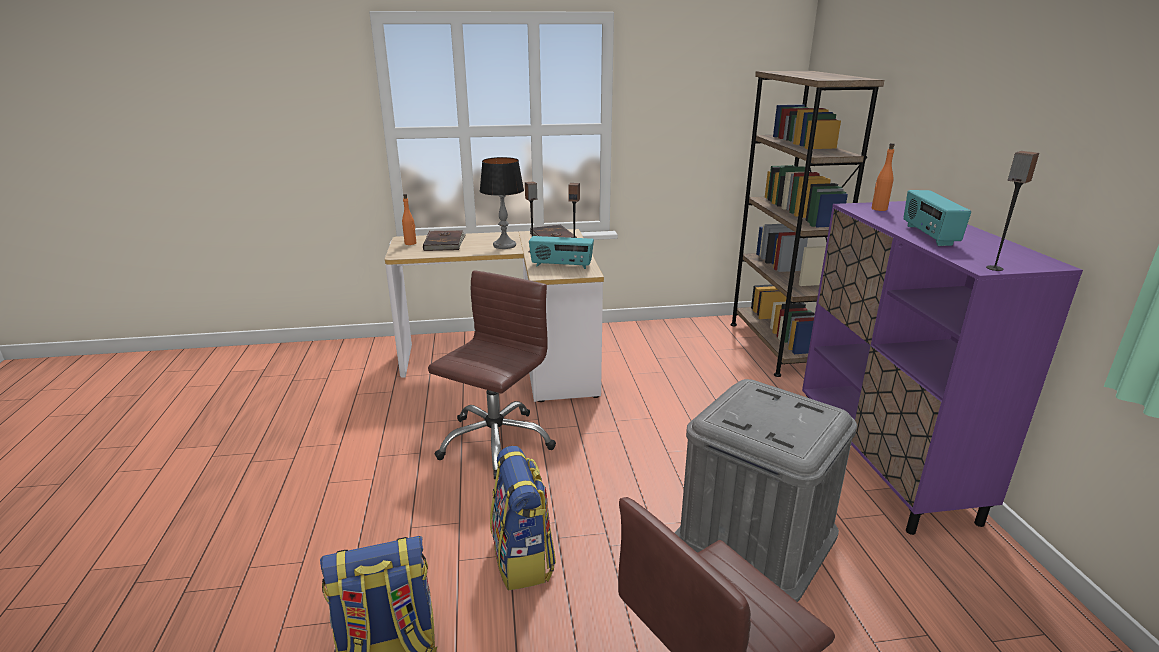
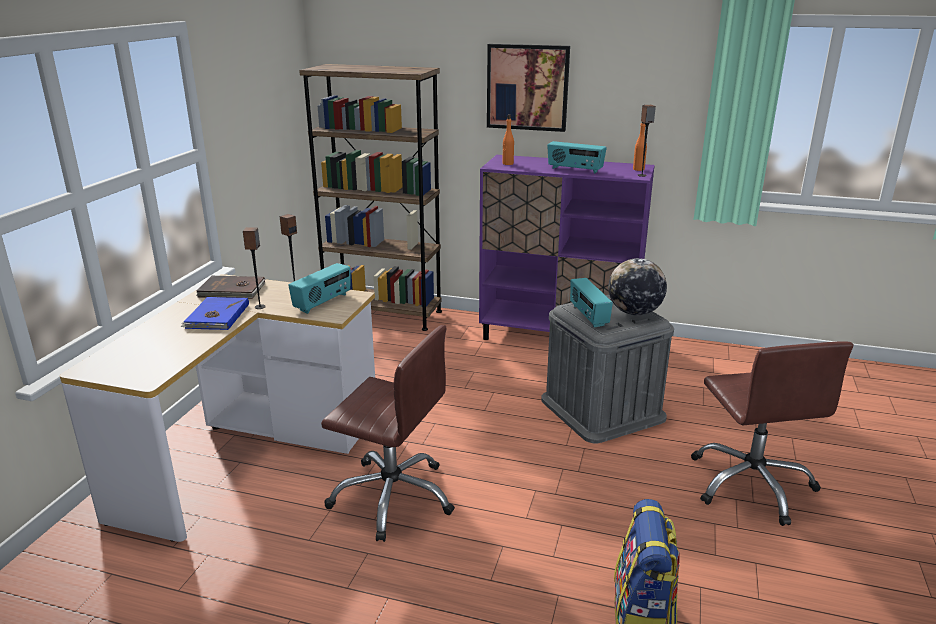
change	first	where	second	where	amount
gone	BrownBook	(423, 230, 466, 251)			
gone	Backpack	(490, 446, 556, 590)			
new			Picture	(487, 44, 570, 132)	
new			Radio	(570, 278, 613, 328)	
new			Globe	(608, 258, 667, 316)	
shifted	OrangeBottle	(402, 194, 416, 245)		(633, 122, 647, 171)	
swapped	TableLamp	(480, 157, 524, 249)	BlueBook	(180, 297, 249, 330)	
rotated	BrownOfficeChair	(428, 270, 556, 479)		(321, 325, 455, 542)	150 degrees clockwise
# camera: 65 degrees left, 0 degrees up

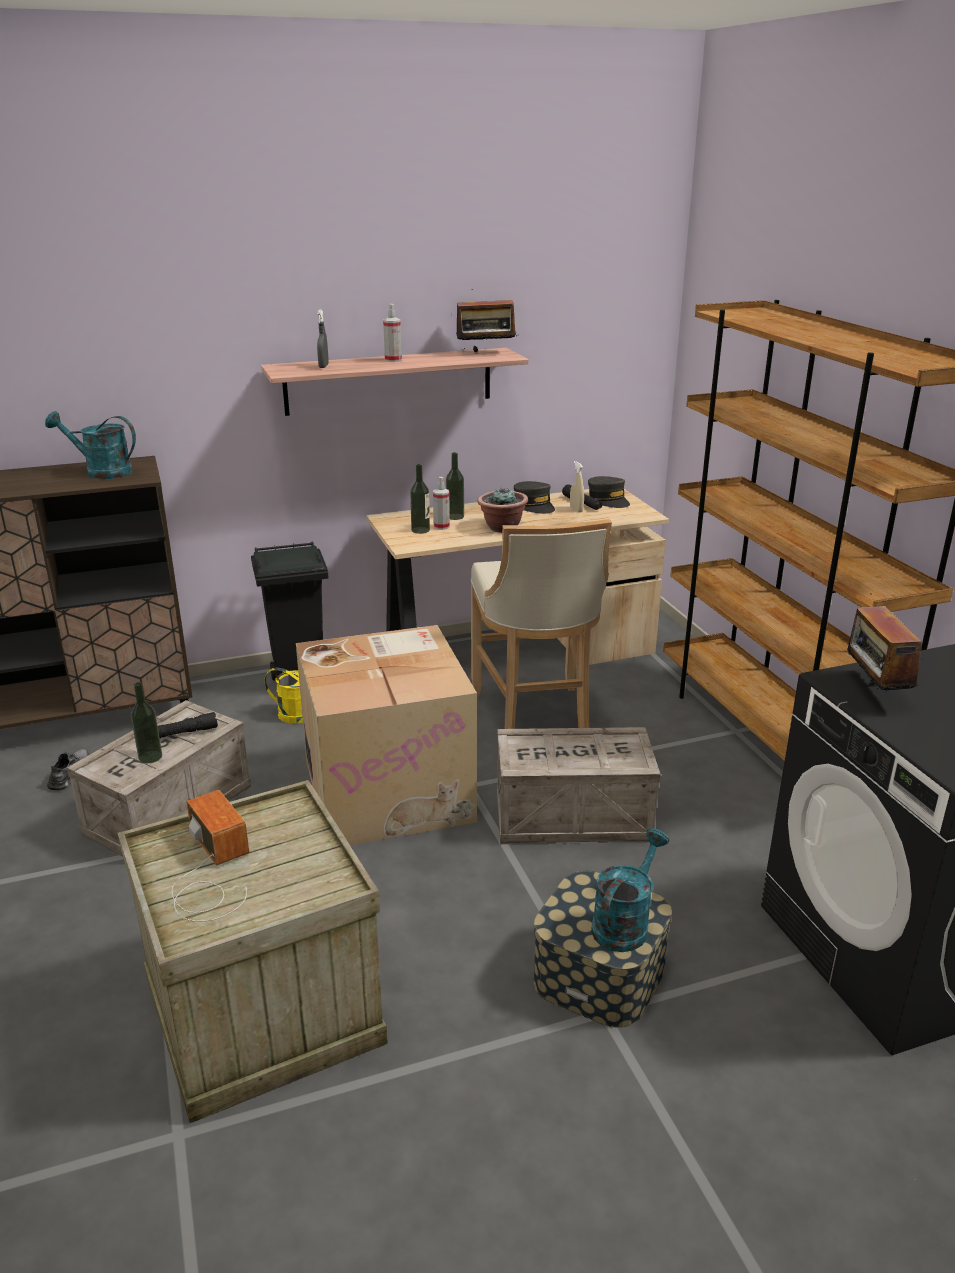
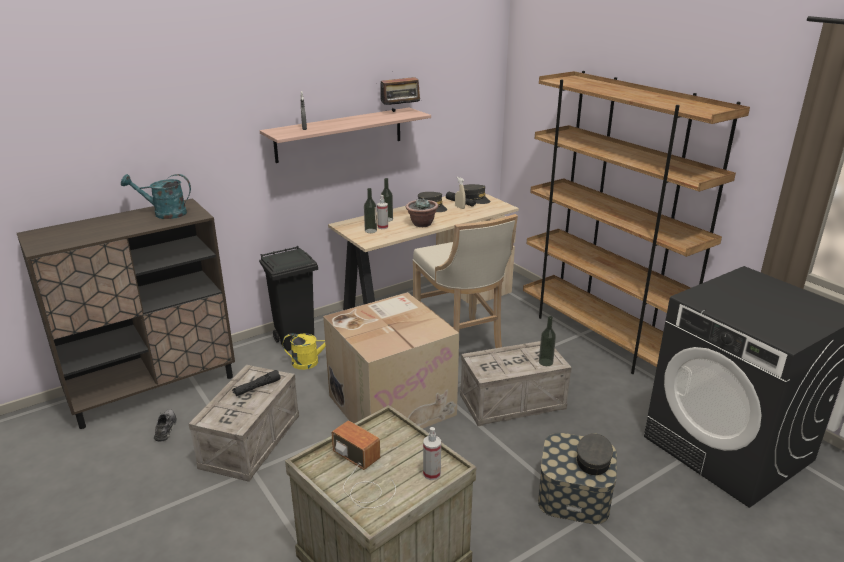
change	first	where	second	where	amount
gone	Radio	(847, 594, 924, 693)			
shifted	Bottle	(131, 682, 162, 763)		(539, 316, 556, 366)	
shifted	SprayBottle	(383, 304, 402, 362)		(423, 427, 441, 480)	
swapped	TurquoiseWateringCan	(591, 828, 669, 952)	GreyCap	(576, 433, 613, 475)	
# camera: 15 degrees left, 0 degrees up

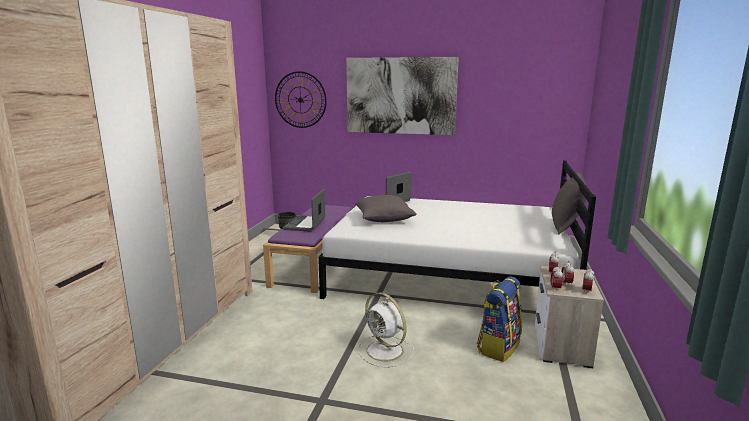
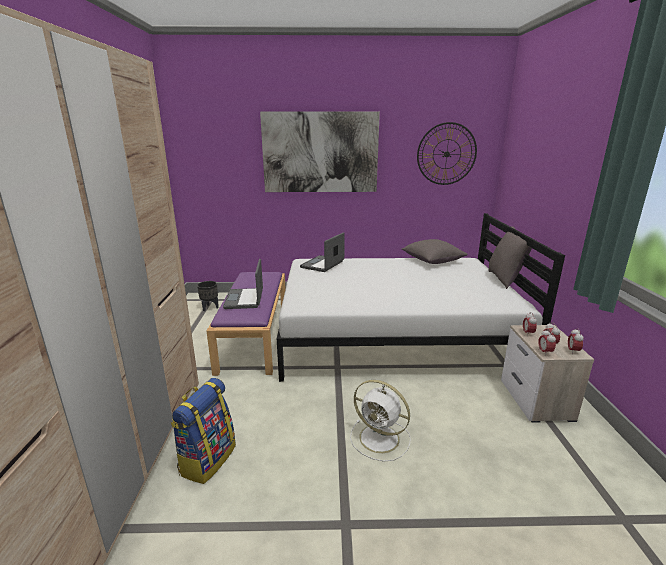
change	first	where	second	where	amount
shifted	WallClock	(275, 71, 327, 128)		(417, 122, 477, 185)	
shifted	GreyPillow	(355, 195, 417, 222)		(401, 239, 468, 264)	
shifted	Backpack	(477, 276, 522, 362)		(171, 378, 236, 484)	
# camera: 15 degrees left, 5 degrees up

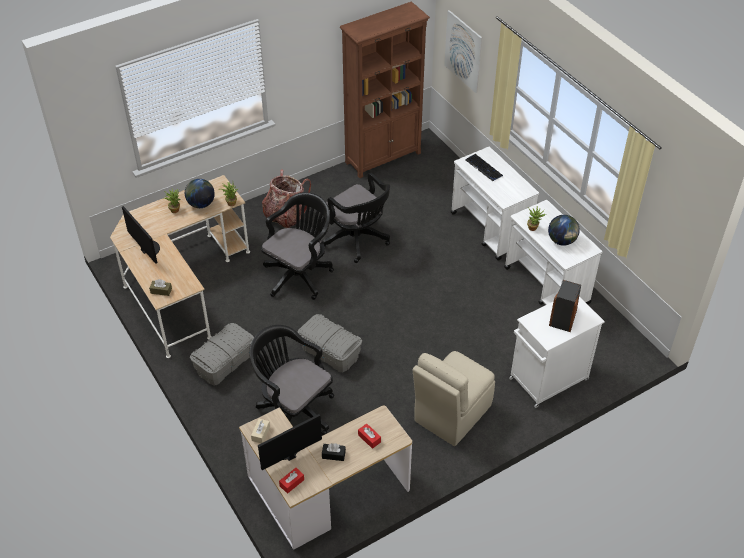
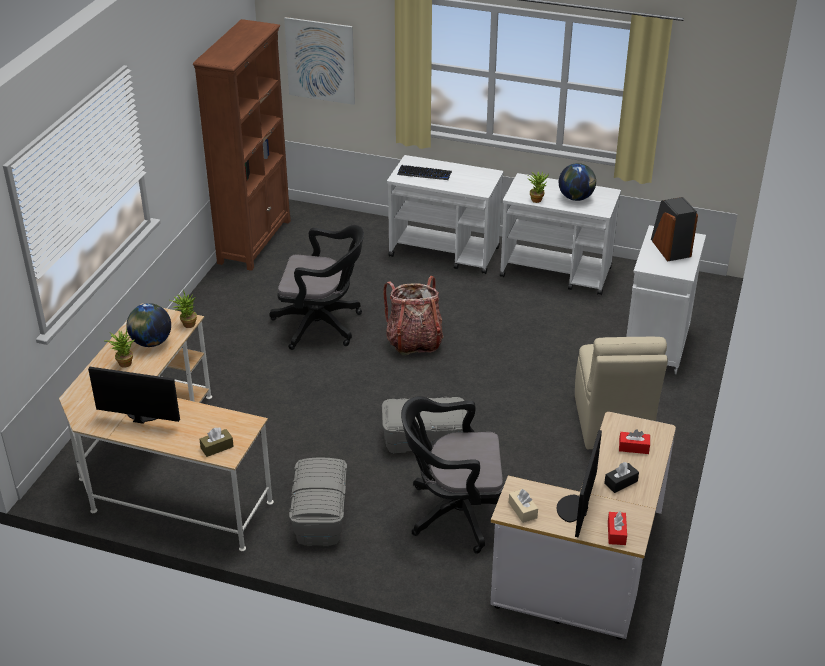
change	first	where	second	where	amount
gone	BlackOfficeChair	(261, 192, 334, 300)			
shifted	Backpack	(262, 169, 311, 228)		(383, 276, 444, 355)	
# camera: 40 degrees left, 10 degrees down

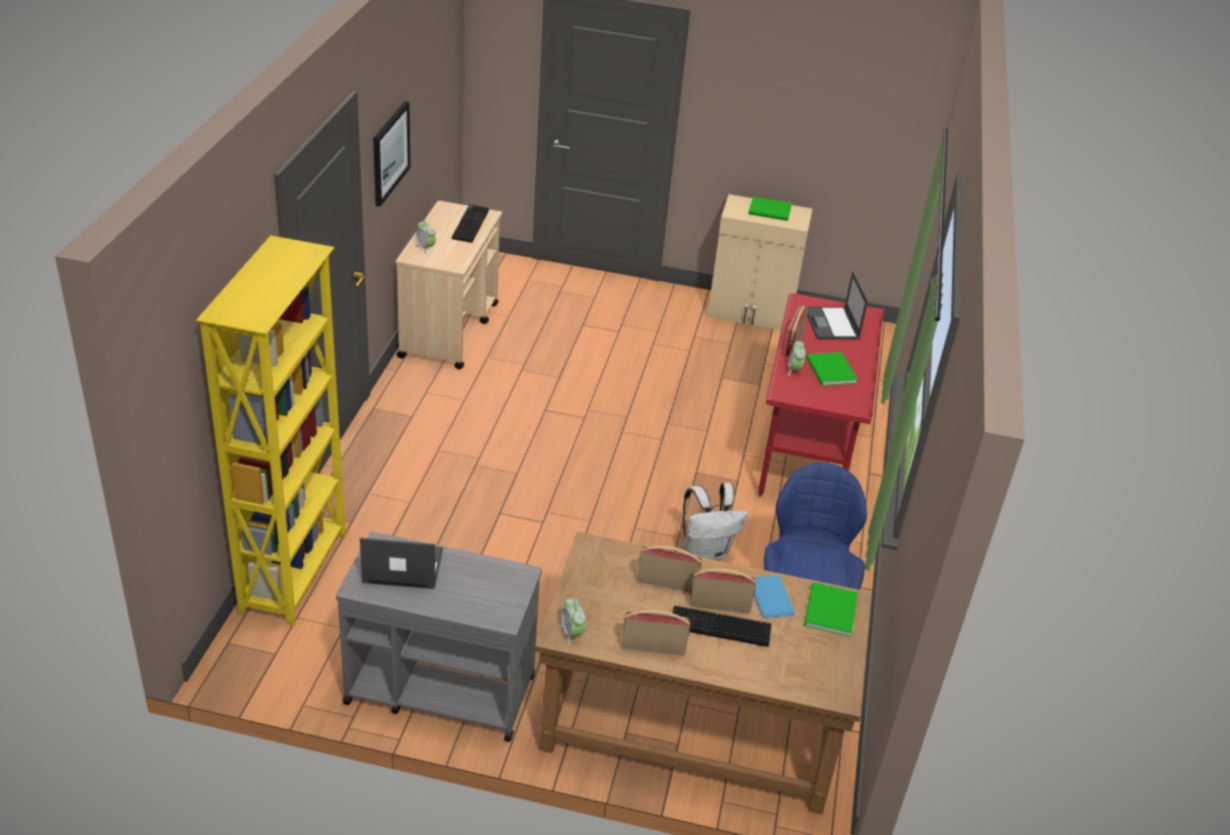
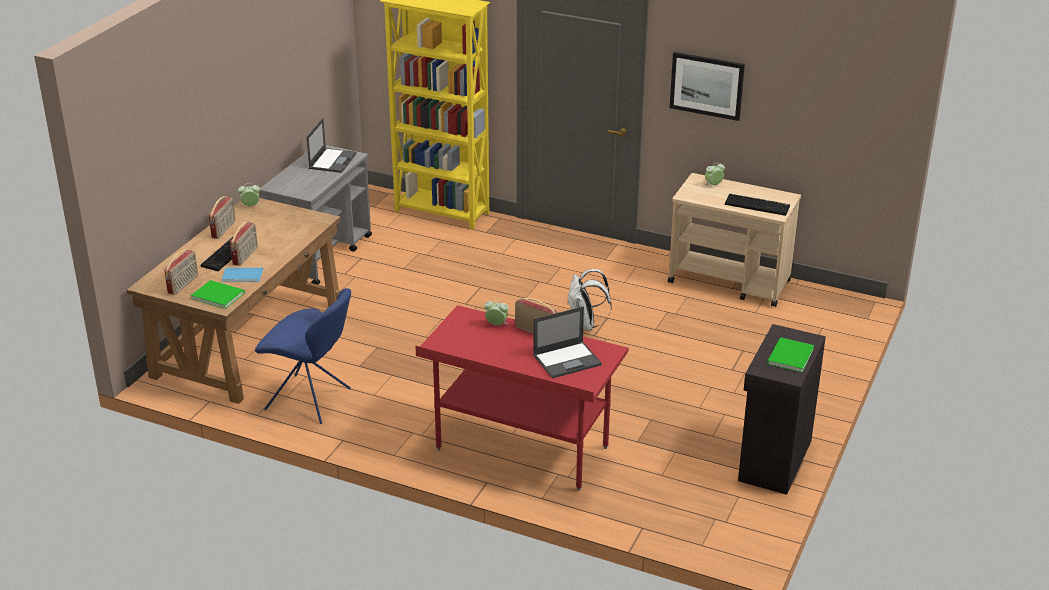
change	first	where	second	where	amount
gone	GreenBook	(806, 352, 858, 386)			
shifted	Radio	(638, 546, 702, 593)		(164, 249, 198, 295)	
shifted	WhiteBackpack	(683, 483, 748, 560)		(568, 269, 612, 331)	
repainted	BeigeCabinet	(707, 194, 812, 330)	BlackCabinet	(738, 324, 826, 495)	
rotated	Laptop	(807, 271, 868, 339)		(533, 306, 602, 379)	150 degrees clockwise
# camera: 105 degrees right, 5 degrees down

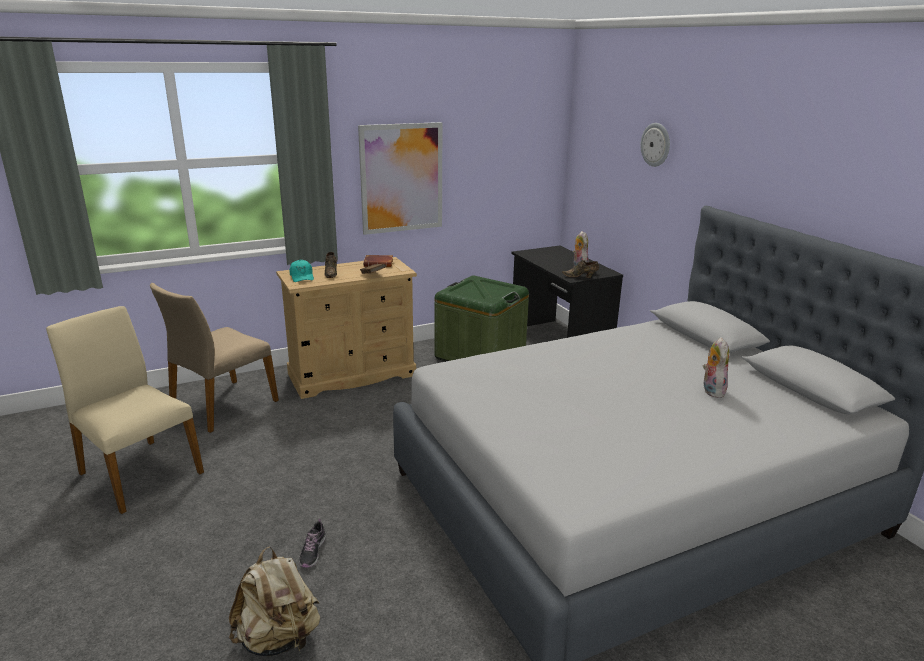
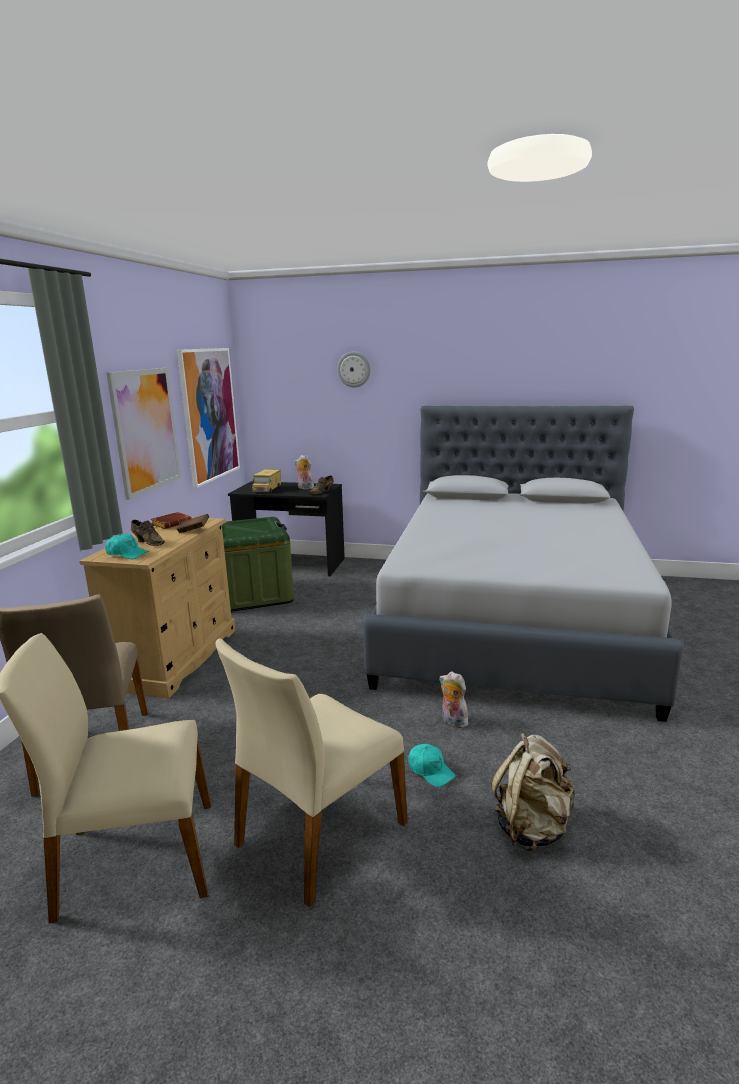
change	first	where	second	where	amount
new			Picture	(177, 348, 240, 488)	
new			BeigeChair	(215, 638, 408, 907)	
new			ToyTruck	(252, 469, 281, 493)	
shifted	PlushToy	(703, 337, 729, 398)		(440, 671, 472, 728)	
swapped	Shoe	(299, 519, 326, 568)	TurquoiseCap	(408, 744, 456, 787)	
# camera: 50 degrees left, 5 degrees down

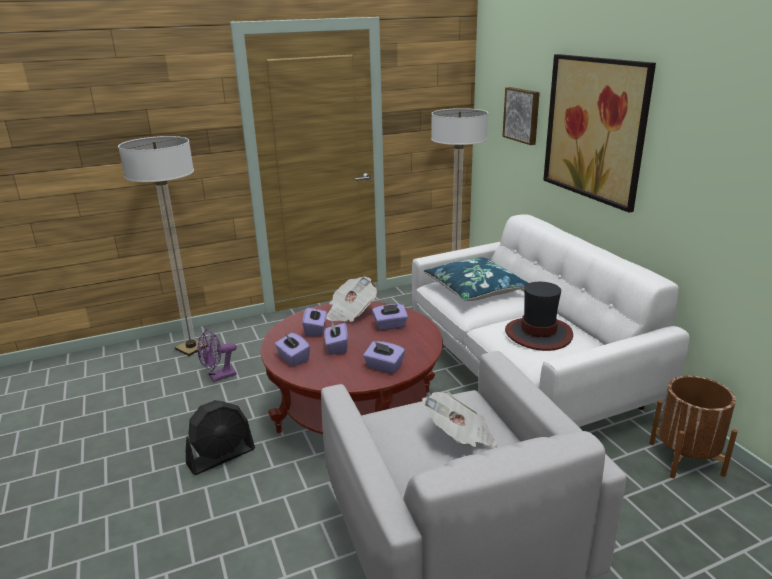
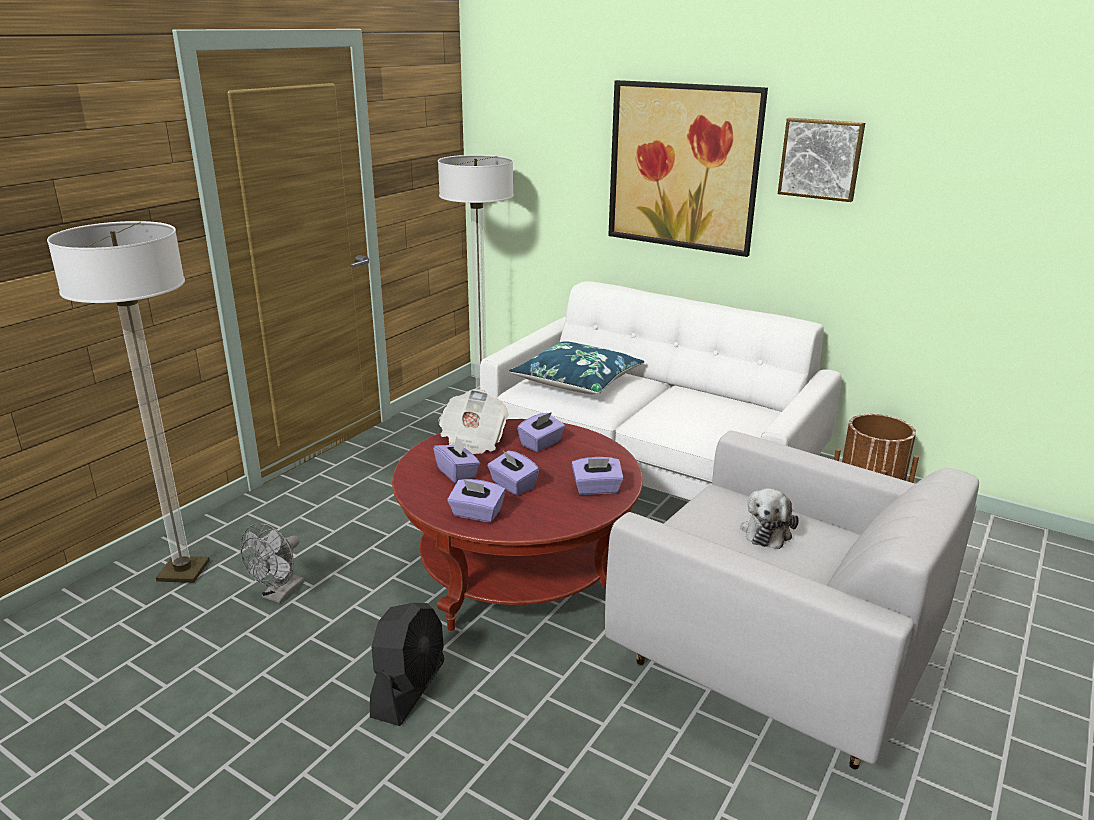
change	first	where	second	where	amount
gone	Hat	(505, 282, 573, 351)			
shifted	Picture	(503, 87, 540, 145)		(778, 118, 865, 202)	
swapped	Newspaper	(422, 392, 498, 447)	PlushToy	(740, 488, 799, 549)	
repainted	PurpleFan	(197, 329, 237, 382)	GreyFan	(240, 523, 304, 603)	
# camera: 35 degrees left, 0 degrees up

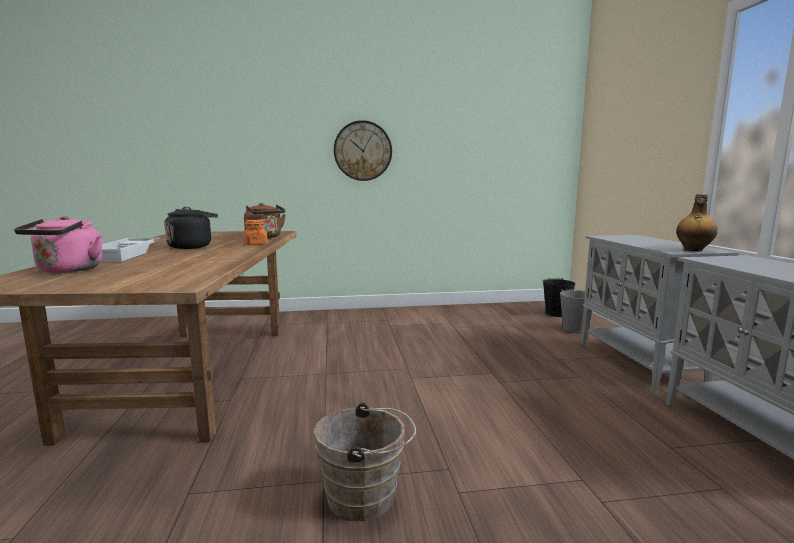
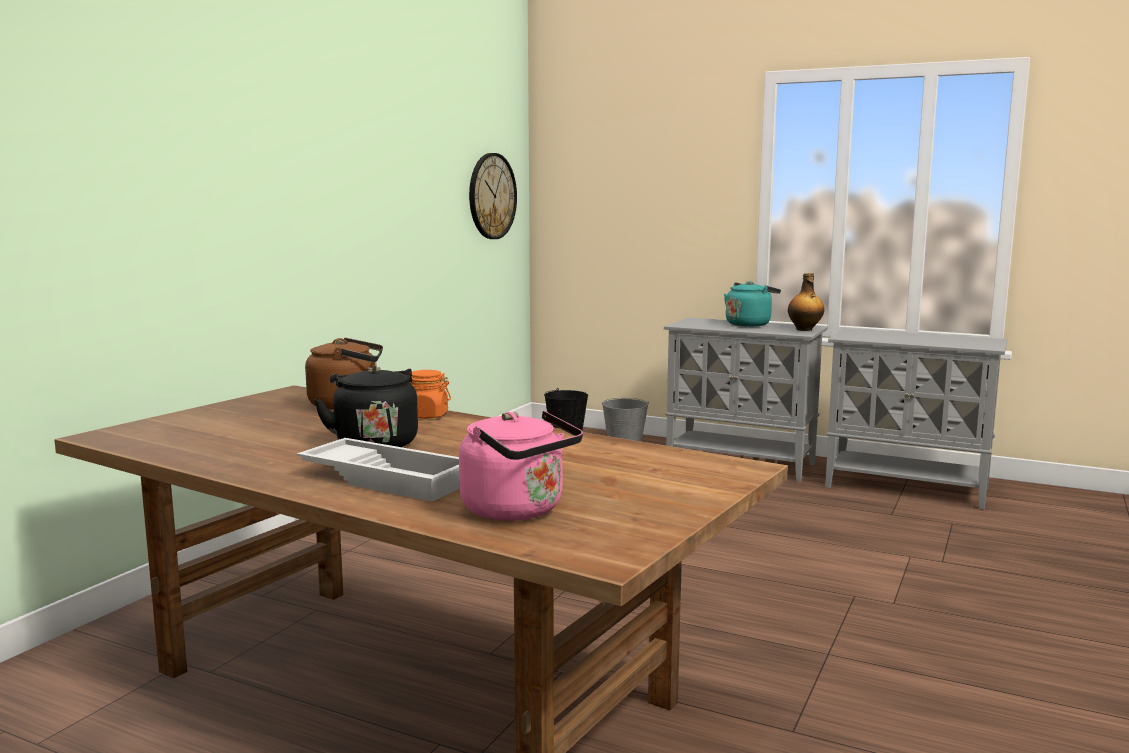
change	first	where	second	where	amount
gone	BrownBucket	(314, 403, 416, 521)			
new			TurquoiseKettle	(724, 281, 781, 327)	
shifted	WallClock	(334, 120, 392, 181)		(469, 153, 517, 239)	
# camera: 55 degrees left, 0 degrees up

